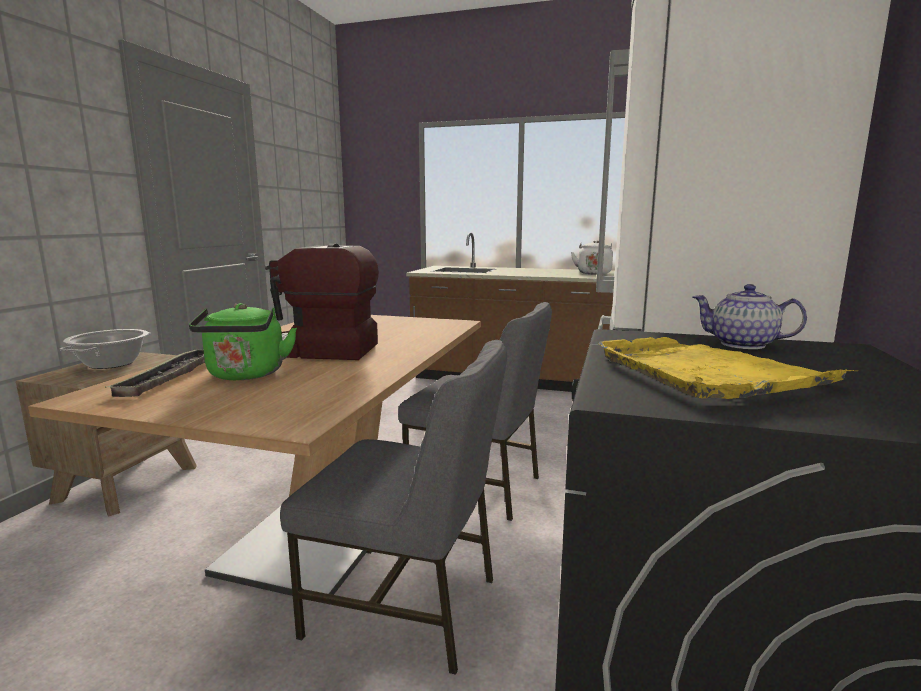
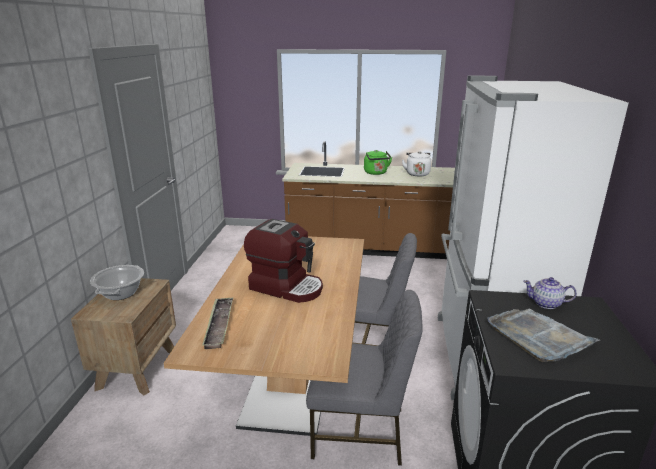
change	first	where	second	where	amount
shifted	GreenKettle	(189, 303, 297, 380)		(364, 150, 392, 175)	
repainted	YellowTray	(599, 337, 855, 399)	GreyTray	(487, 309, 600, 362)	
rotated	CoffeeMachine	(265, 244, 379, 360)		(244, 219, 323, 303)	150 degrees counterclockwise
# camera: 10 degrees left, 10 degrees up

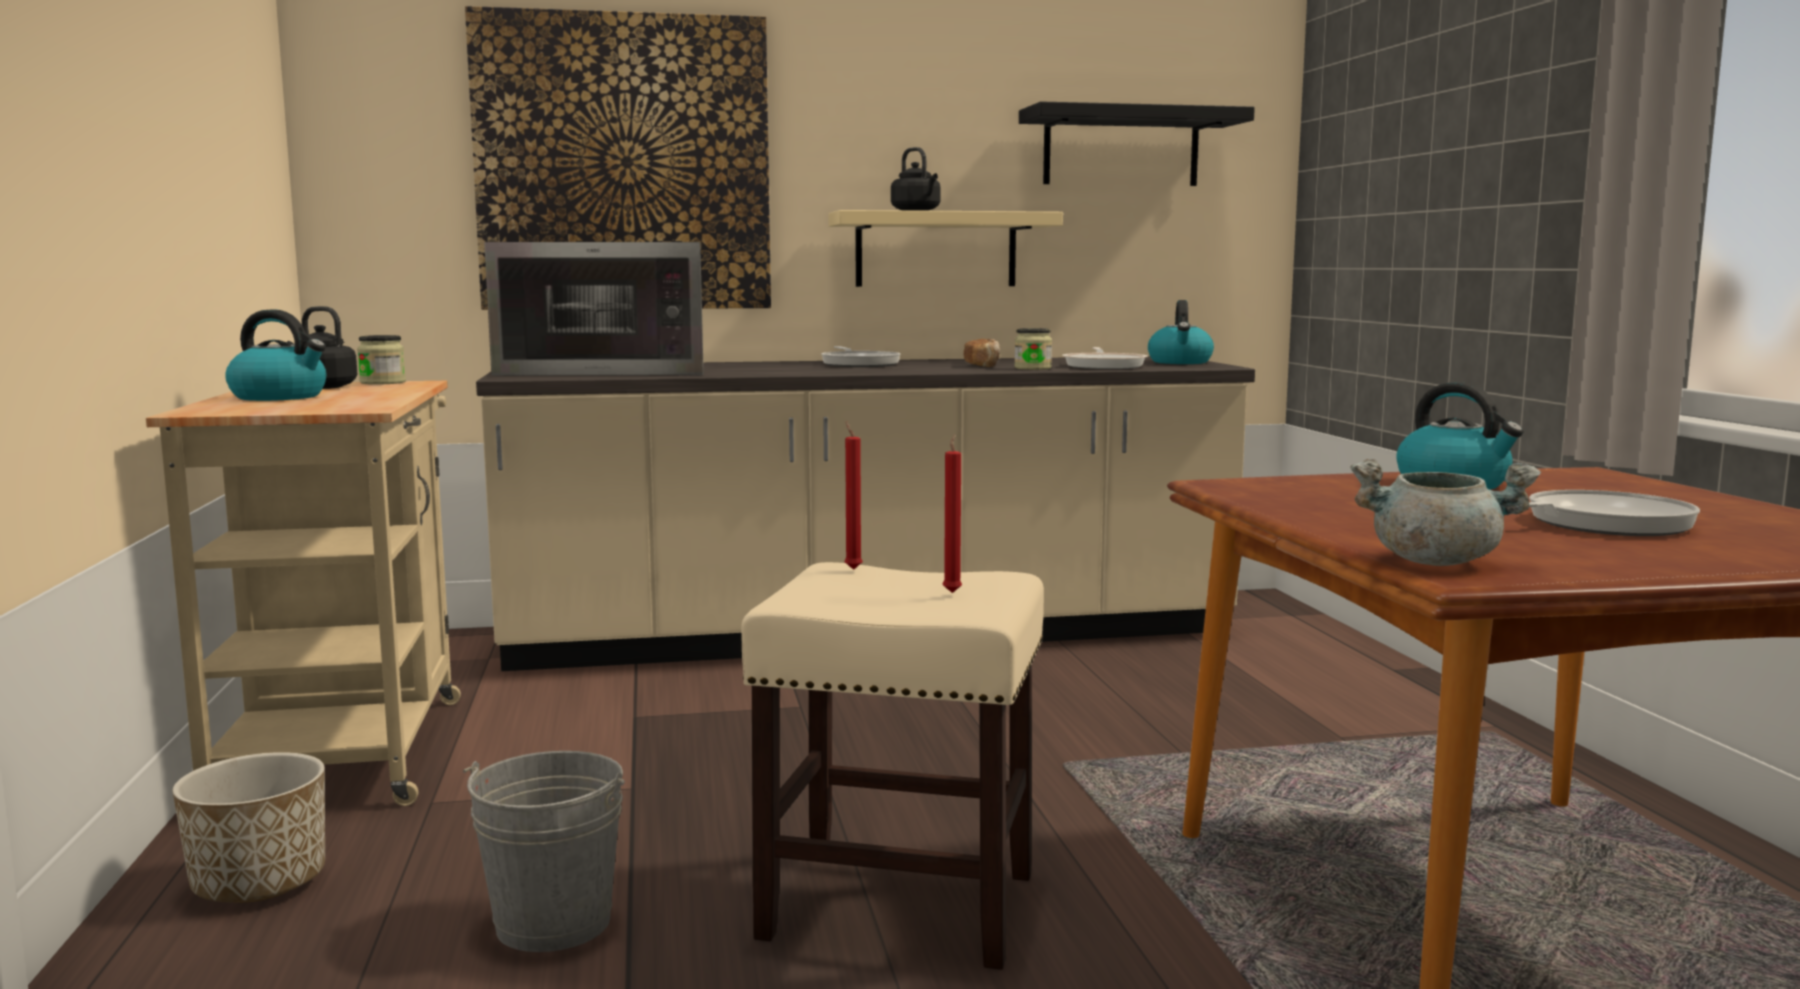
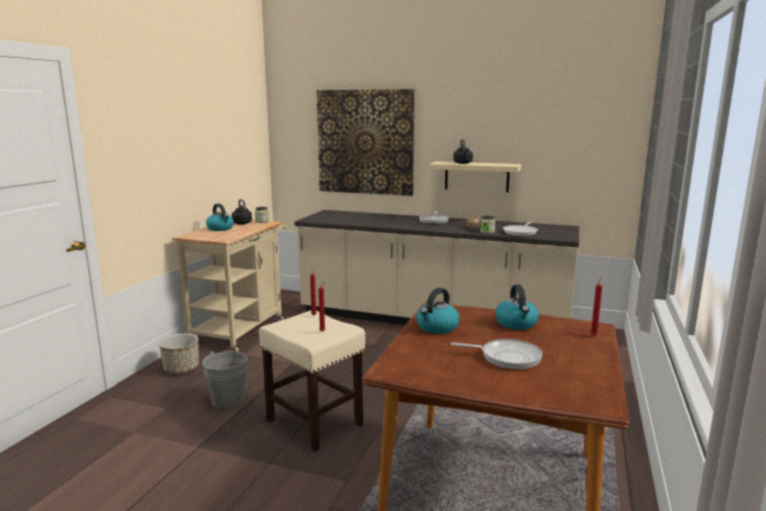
change	first	where	second	where	amount
gone	Microwave	(484, 242, 704, 376)			
gone	BlackShelf	(1019, 101, 1255, 186)			
gone	GreyCookingPot	(1351, 459, 1541, 566)			
new			RedCandle	(590, 278, 602, 336)	
shifted	Kettle	(1148, 300, 1214, 364)		(416, 288, 460, 334)	
# camera: 30 degrees right, 5 degrees up

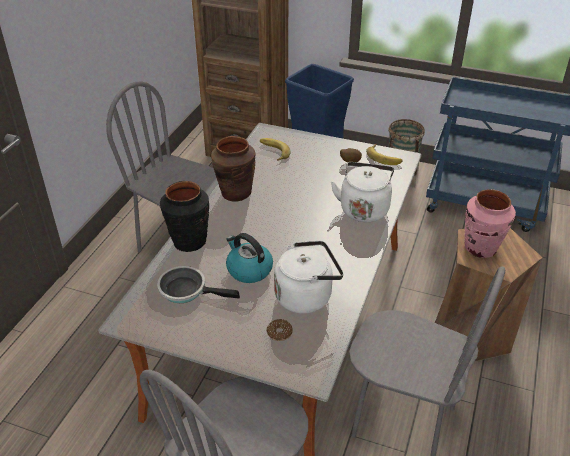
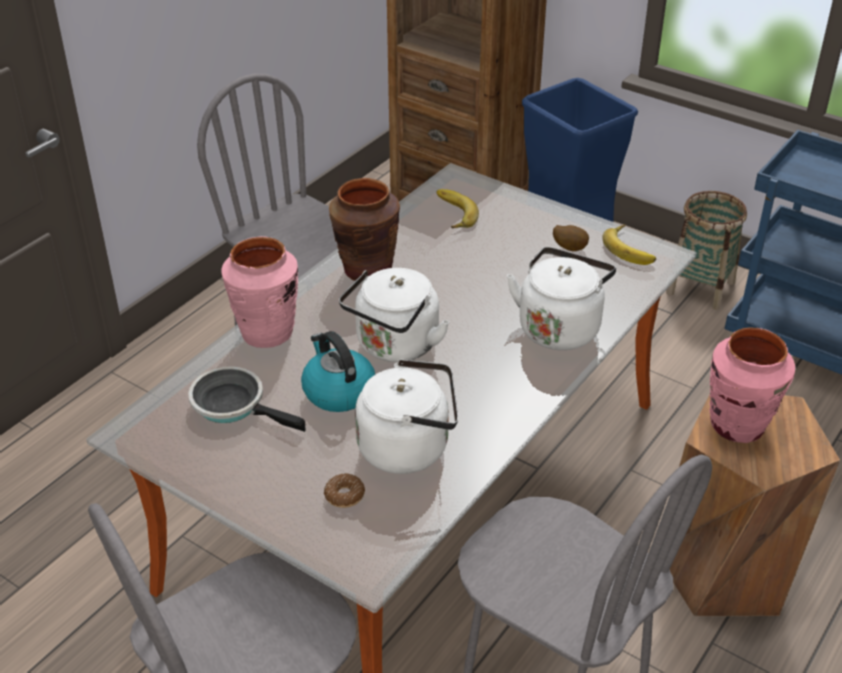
change	first	where	second	where	amount
new			WhiteKettle	(339, 268, 450, 362)	
repainted	BlackVase	(160, 181, 209, 252)	PinkVase	(221, 236, 298, 348)	
# camera: 15 degrees right, 0 degrees up

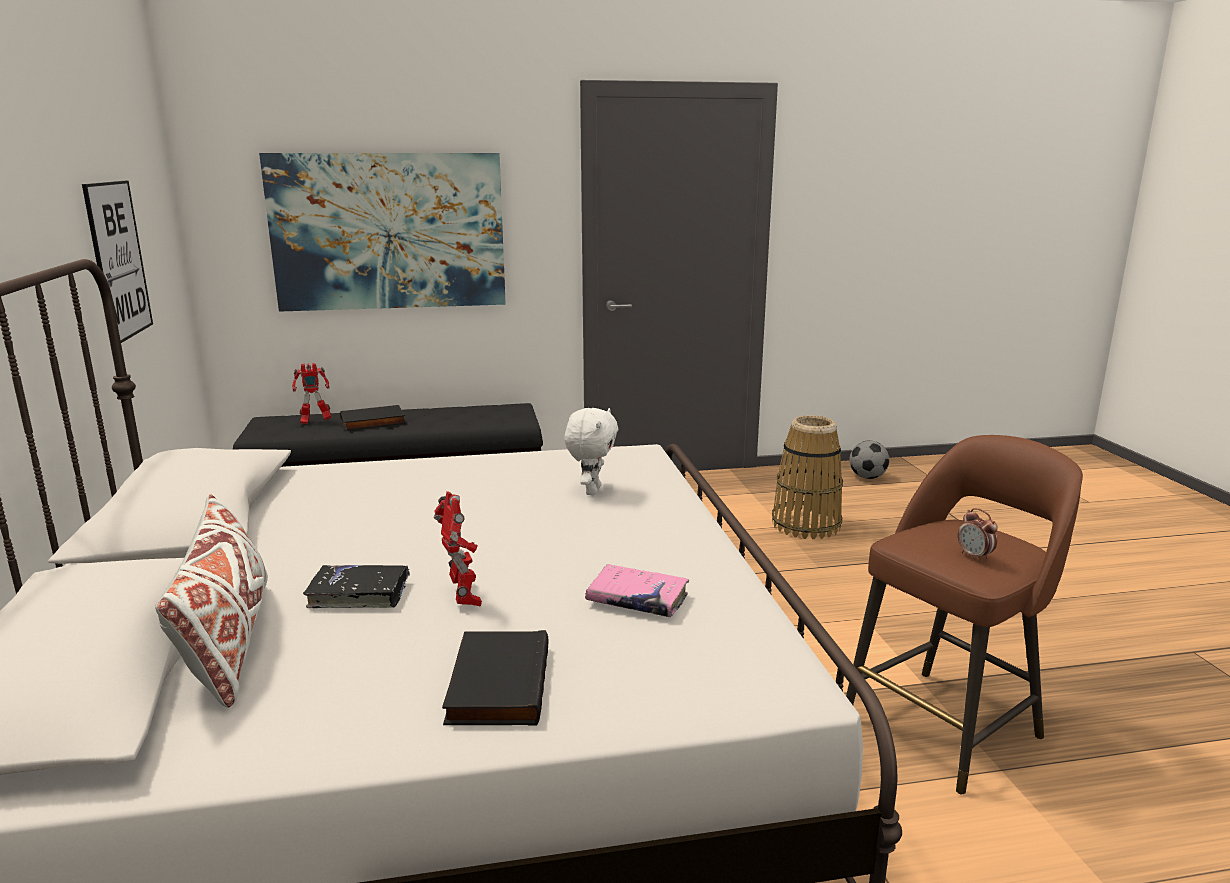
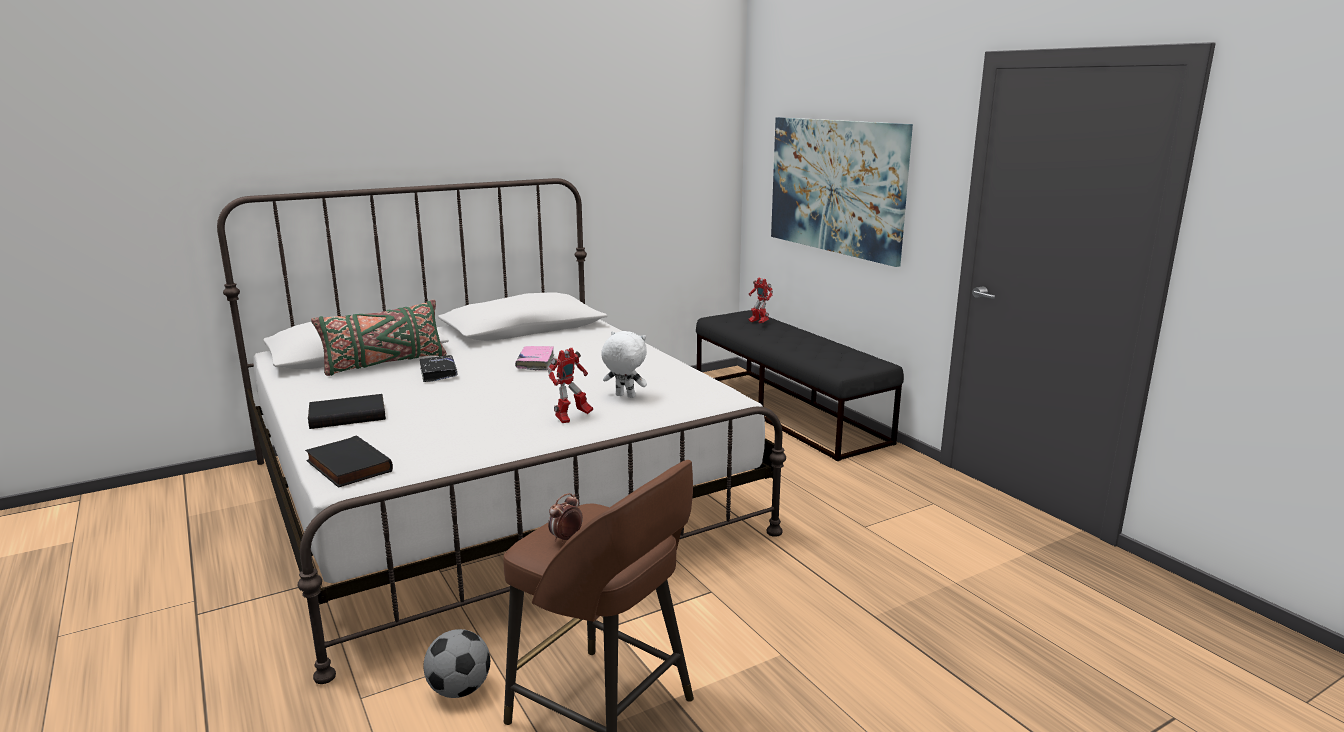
change	first	where	second	where	amount
gone	Picture	(82, 181, 153, 343)			
gone	Basket	(772, 415, 843, 539)			
shifted	BlackBook	(340, 405, 406, 431)		(305, 435, 393, 488)	
shifted	ToyRobot	(434, 491, 482, 606)		(548, 348, 593, 423)	
shifted	PinkBook	(585, 564, 689, 617)		(515, 346, 554, 371)	
shifted	Football	(849, 440, 890, 479)		(423, 629, 490, 698)	
repainted	WhitePillow	(155, 494, 268, 708)	GreenPillow	(311, 300, 447, 376)	
rotated	WhitePlushToy	(564, 408, 618, 495)		(601, 331, 647, 398)	150 degrees counterclockwise
# camera: 70 degrees right, 0 degrees up

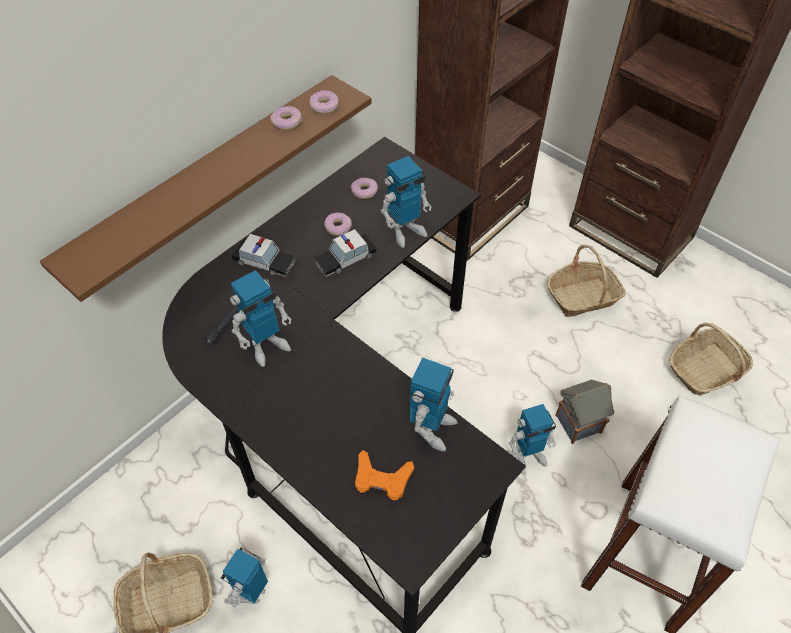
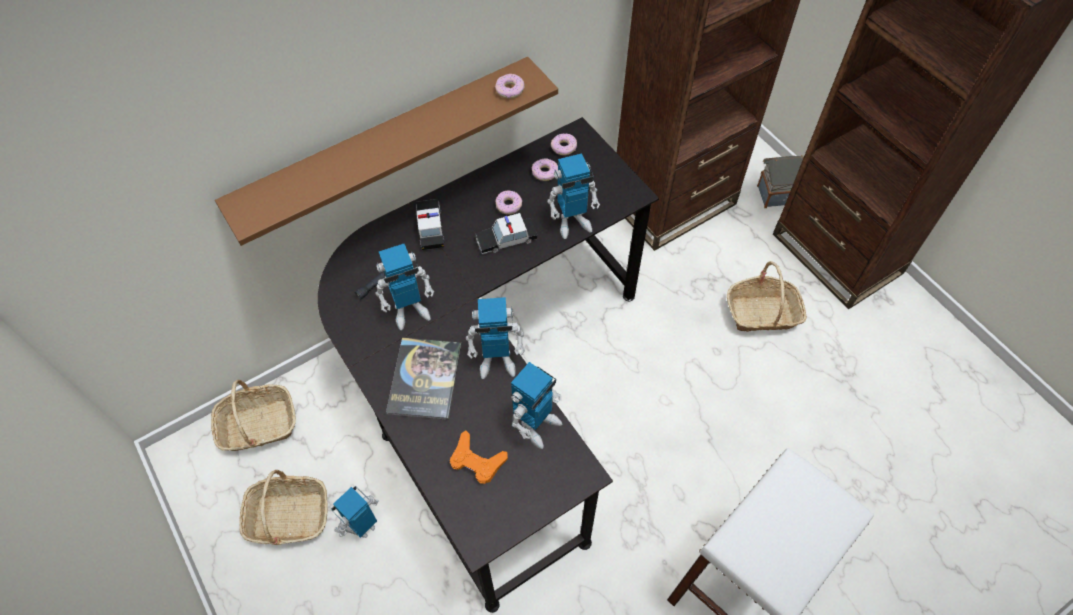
change	first	where	second	where	amount
new			Book	(386, 338, 462, 420)	
shifted	Donut	(270, 106, 302, 130)		(551, 134, 577, 155)	
shifted	ToyRobot	(509, 404, 556, 474)		(466, 297, 525, 379)	
shifted	ToyHouse	(555, 380, 615, 444)		(757, 155, 804, 208)	
shifted	Basket	(669, 323, 753, 396)		(211, 380, 296, 451)	
rotated	ToyCar	(231, 234, 297, 277)		(415, 199, 445, 250)	135 degrees counterclockwise
# camera: 15 degrees right, 5 degrees up

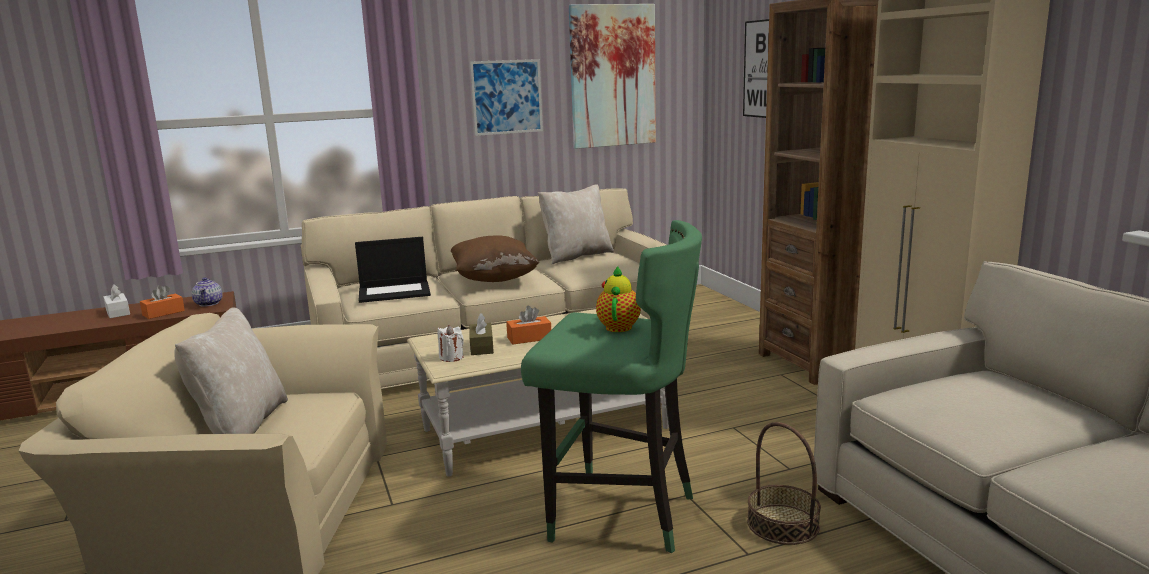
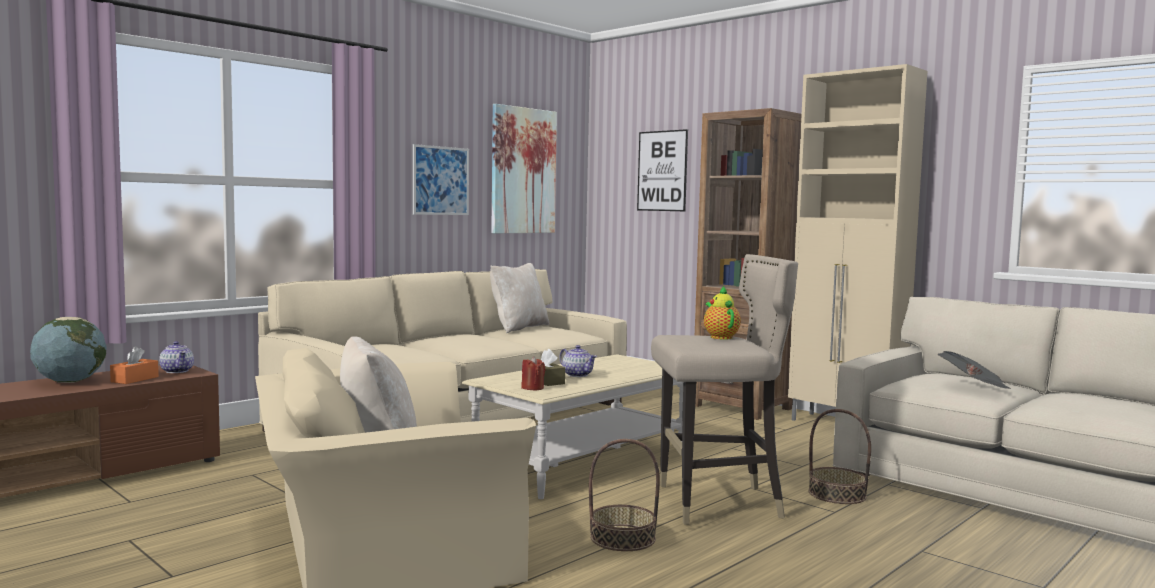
change	first	where	second	where	amount
gone	Laptop	(355, 237, 431, 303)			
gone	BrownPillow	(451, 235, 539, 282)			
new			Basket	(589, 439, 660, 551)	
new			Newspaper	(938, 351, 1011, 389)	
swapped	WhiteTissueBox	(103, 284, 130, 318)	Globe	(30, 317, 106, 383)	
swapped	OrangeTissueBox	(506, 306, 551, 345)	Teapot	(559, 345, 597, 377)	
repainted	WhiteCandle	(437, 325, 464, 362)	RedCandle	(521, 356, 545, 390)	
repainted	GreenStool	(521, 220, 702, 554)	BeigeStool	(651, 254, 798, 525)	
# camera: 25 degrees left, 10 degrees down

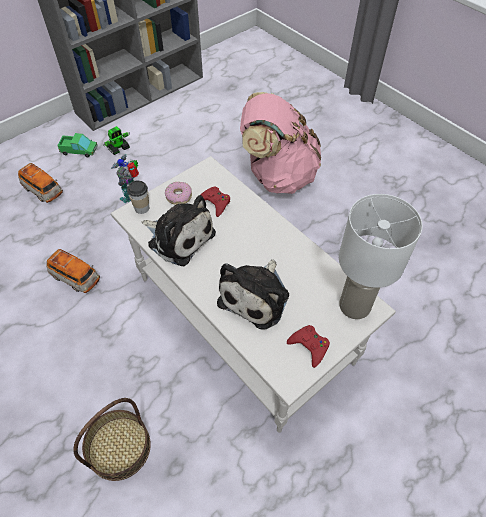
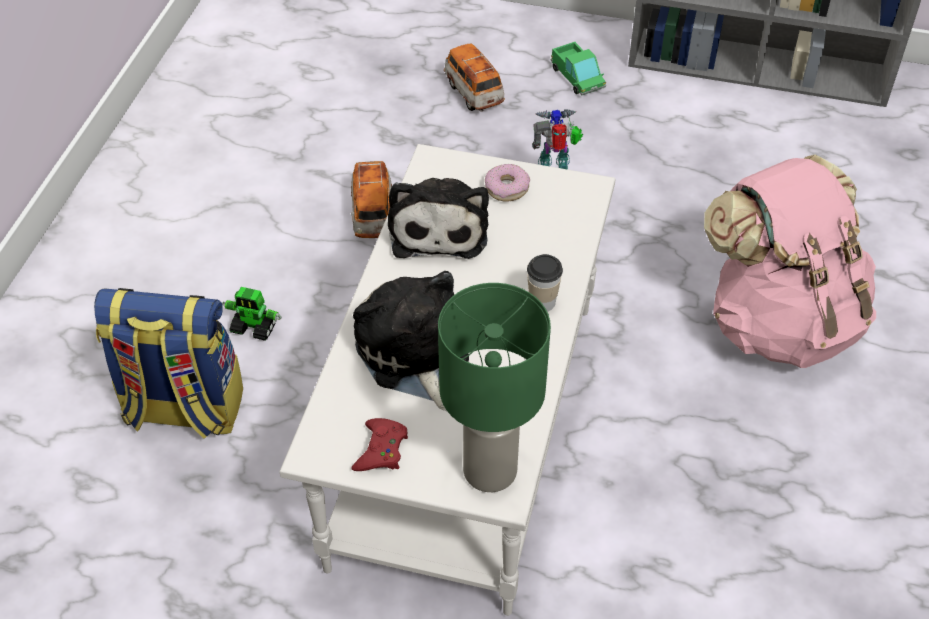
change	first	where	second	where	amount
gone	RedGameController	(201, 187, 230, 217)			
shifted	ToyRobot	(103, 126, 130, 155)		(222, 287, 281, 341)	
shifted	Cup	(127, 180, 149, 214)		(527, 254, 563, 312)	
swapped	Basket	(73, 398, 151, 481)	Backpack	(94, 288, 243, 439)	
repainted	WhiteTableLamp	(339, 194, 423, 319)	GreenTableLamp	(438, 283, 551, 492)	
rotated	ToyCar	(18, 163, 63, 203)		(444, 44, 505, 112)	150 degrees clockwise
rotated	PlushToy	(217, 259, 289, 330)		(353, 271, 469, 411)	75 degrees clockwise
# camera: 55 degrees right, 5 degrees down

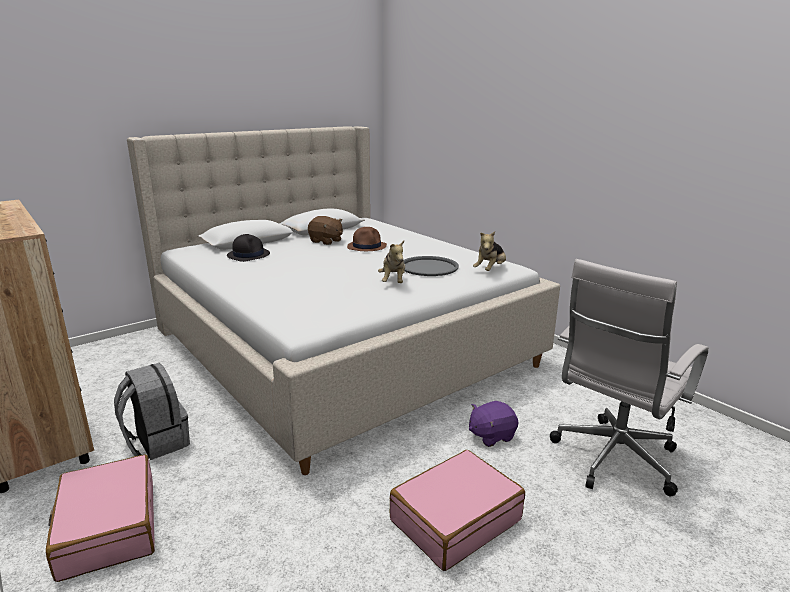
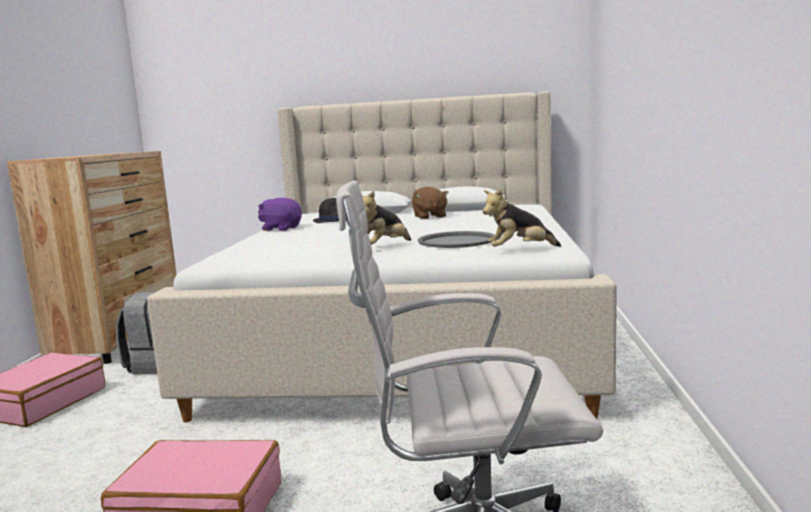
change	first	where	second	where	amount
gone	BrownHat	(347, 227, 387, 251)			
shifted	PurplePlushToy	(469, 401, 518, 447)		(258, 198, 302, 231)	
# camera: 45 degrees right, 10 degrees down

